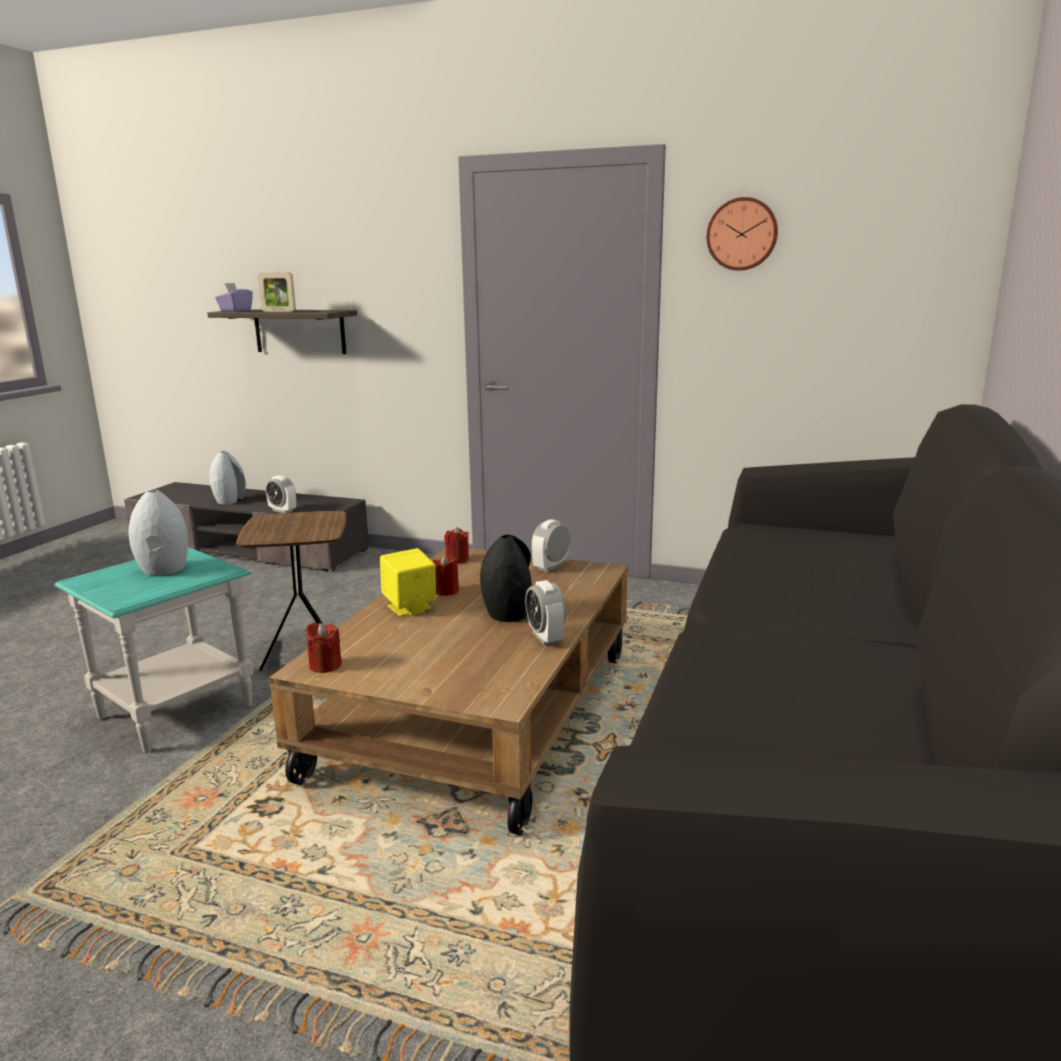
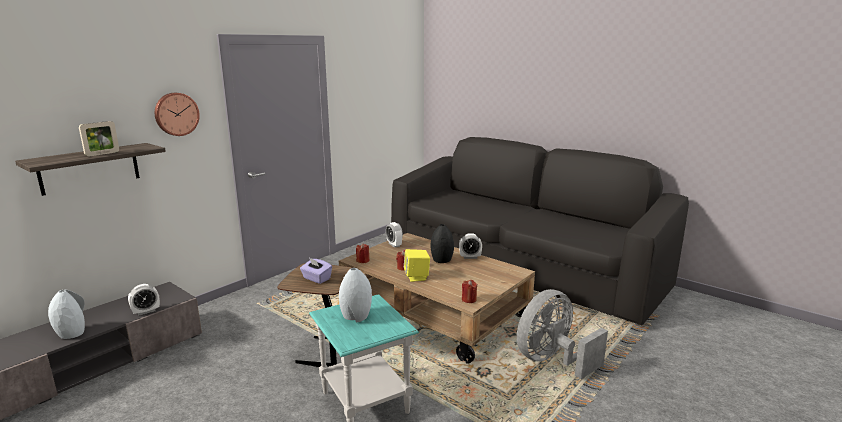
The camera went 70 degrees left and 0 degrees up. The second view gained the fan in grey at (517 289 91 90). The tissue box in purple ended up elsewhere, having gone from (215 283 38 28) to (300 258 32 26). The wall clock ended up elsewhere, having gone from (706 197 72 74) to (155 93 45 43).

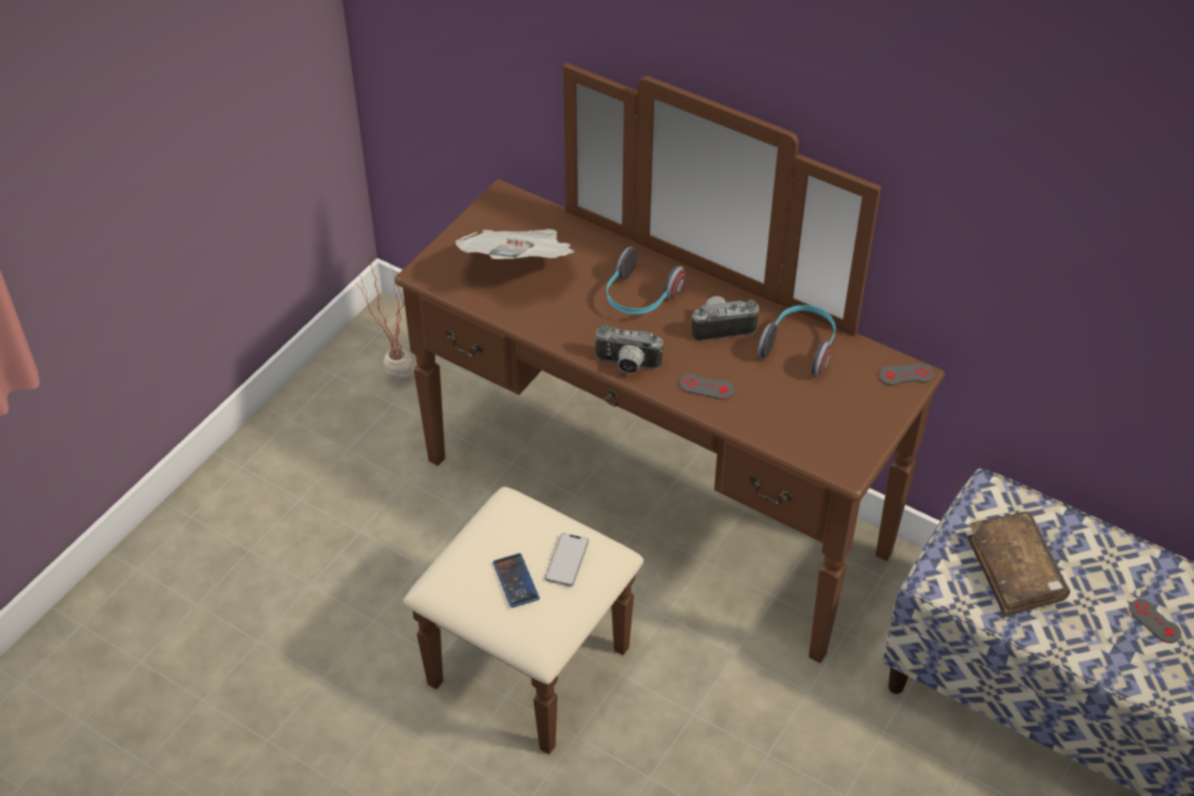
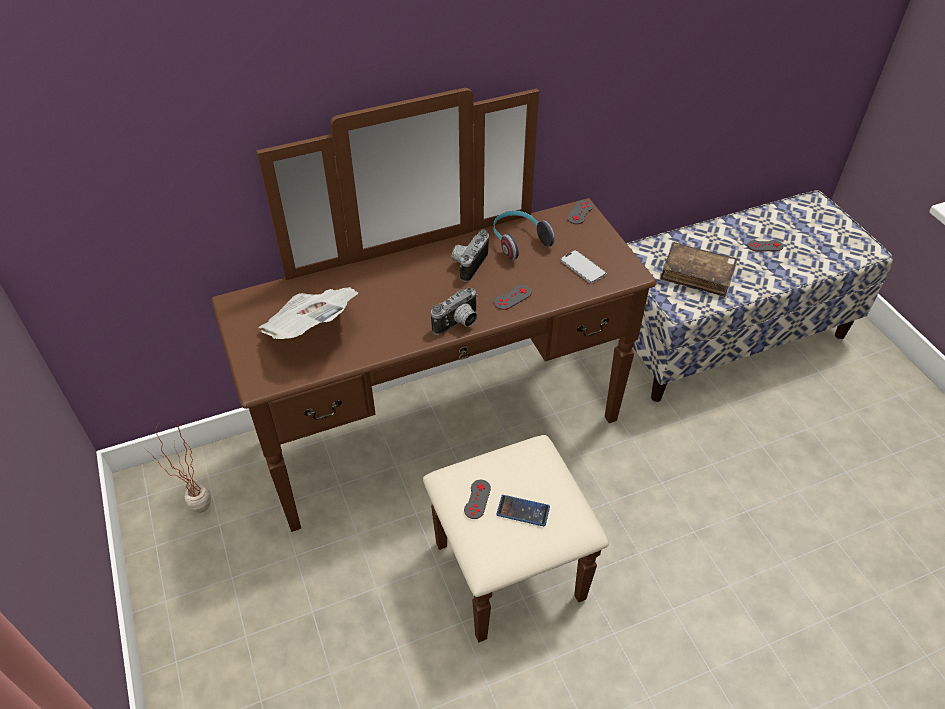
The camera went 55 degrees left and 0 degrees up. The second view lost the headphones at (607 247 78 67). The second view gained the game controller in grey at (464 480 27 39). The phone ended up elsewhere, having gone from (545 533 44 54) to (561 250 45 34).

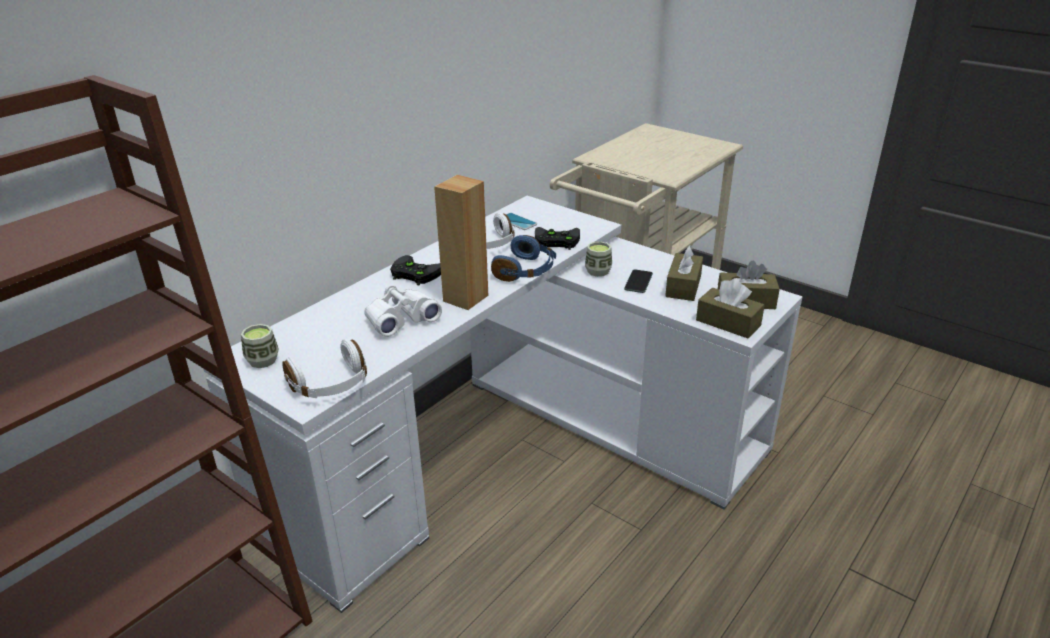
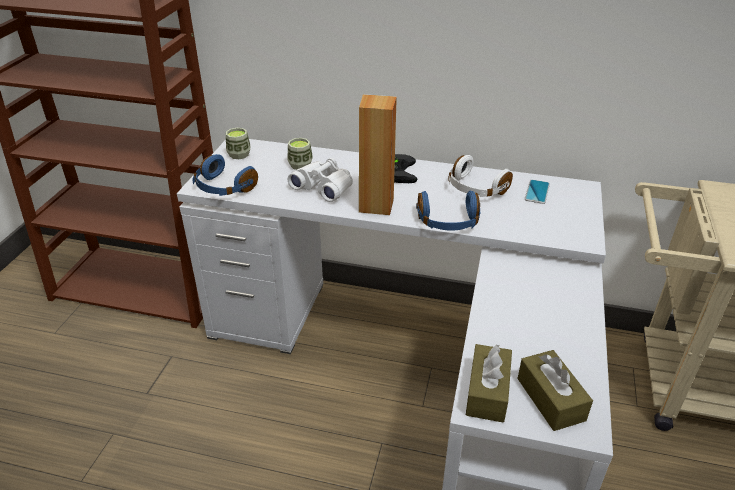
The camera went 65 degrees right and 5 degrees up. The second view lost the game controller in black at (535 227 45 23). The second view lost the phone at (624 270 29 23). The second view lost the tissue box in brown at (665 246 38 55). The cup ended up elsewhere, having gone from (585 242 27 35) to (287 138 26 32). What was the headphones in white at (282 339 85 59) turned into the headphones in blue at (192 154 66 42).

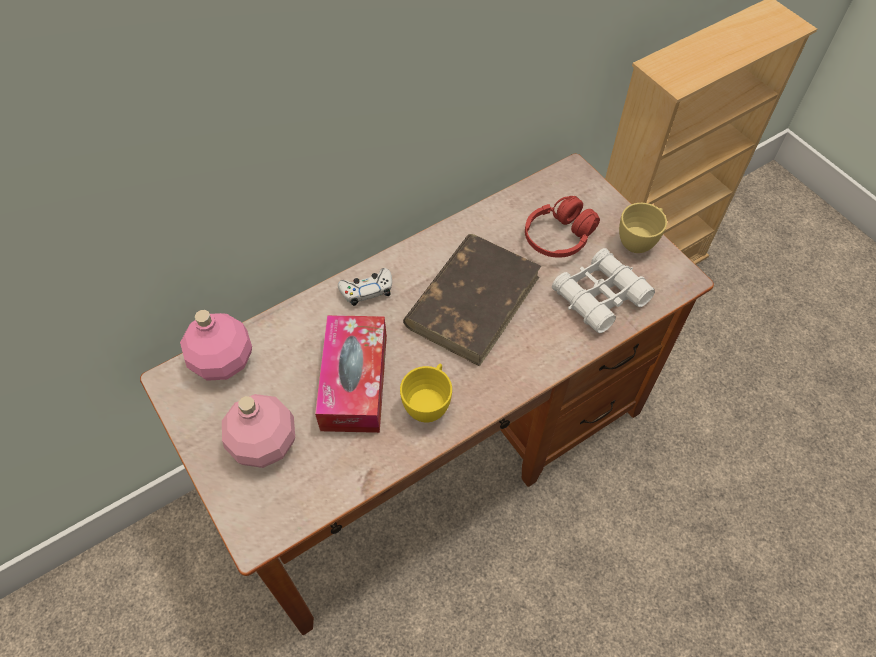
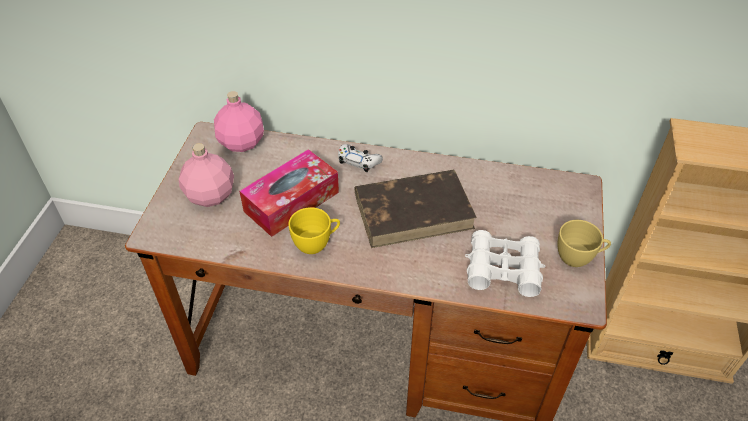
The camera went 45 degrees right and 10 degrees down. The second view lost the headphones in red at (525 196 75 62).

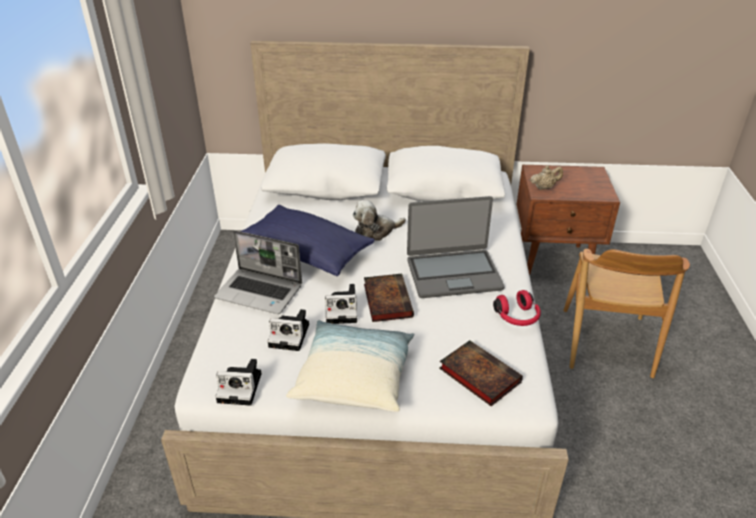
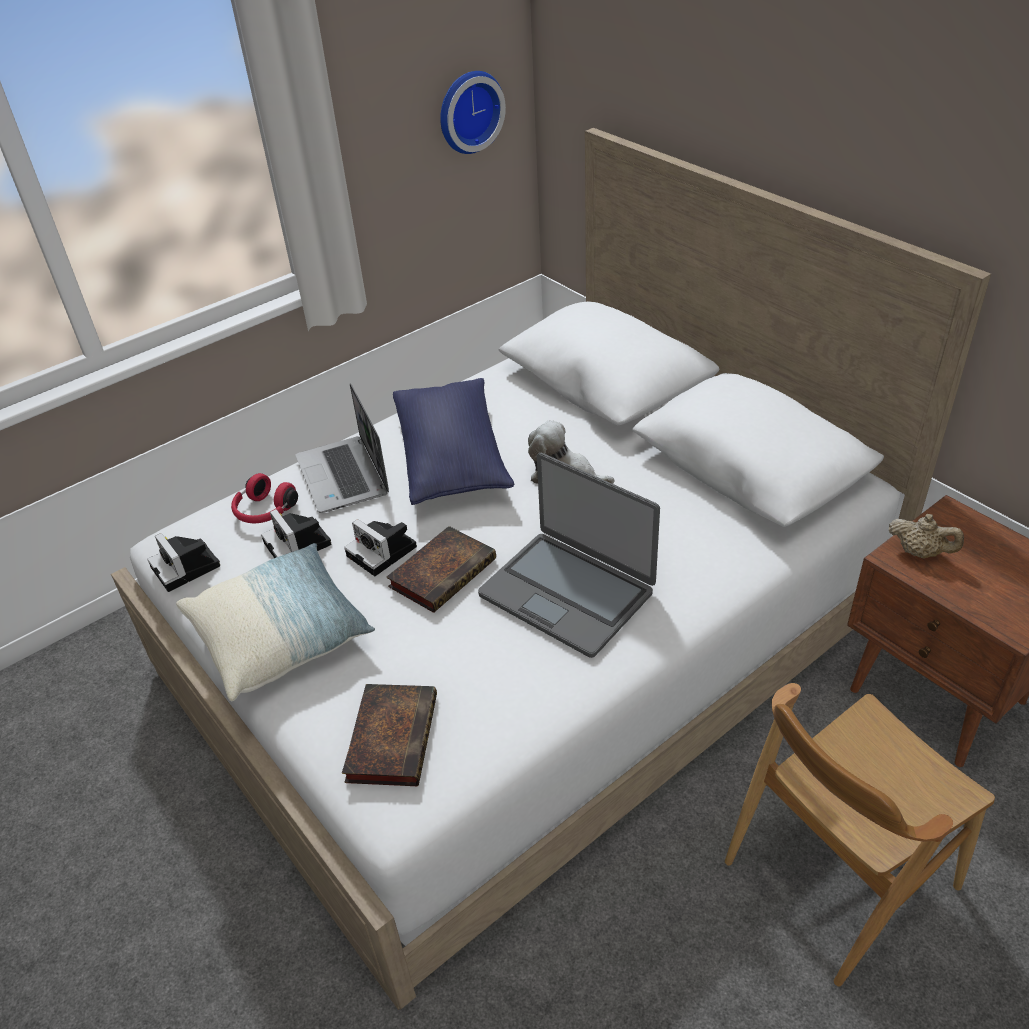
The camera went 50 degrees right and 5 degrees up. The second view gained the wall clock at (440 71 66 83). The headphones in red ended up elsewhere, having gone from (493 290 48 36) to (231 473 67 50).

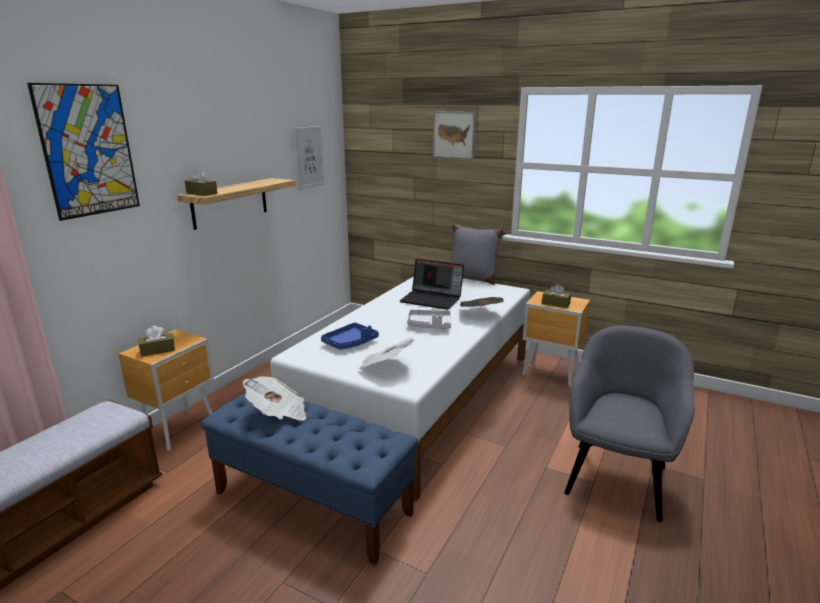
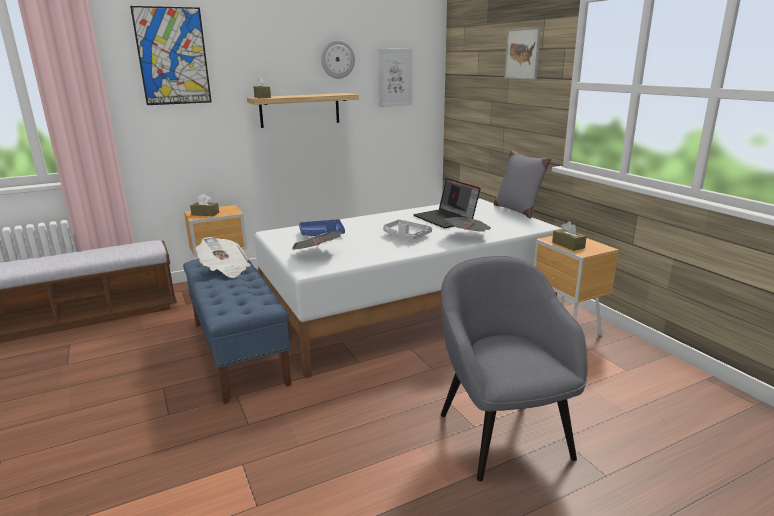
The camera went 35 degrees right and 0 degrees up. The second view gained the wall clock at (321 40 34 39). The armchair in grey at (564 325 130 197) ended up facing another way, 75 degrees counterclockwise from before.

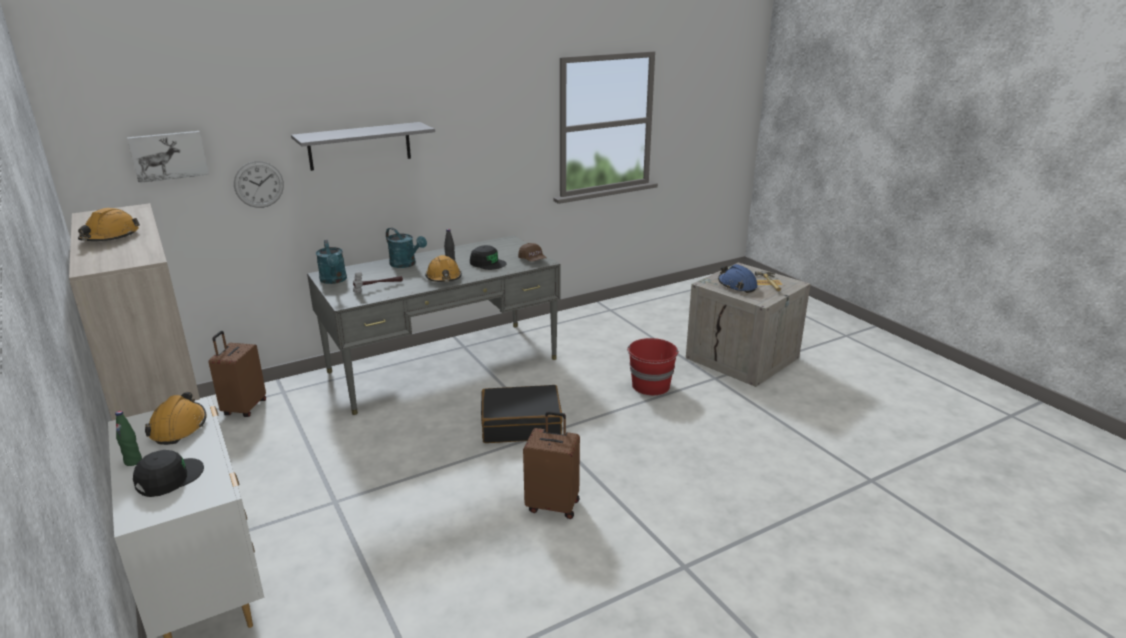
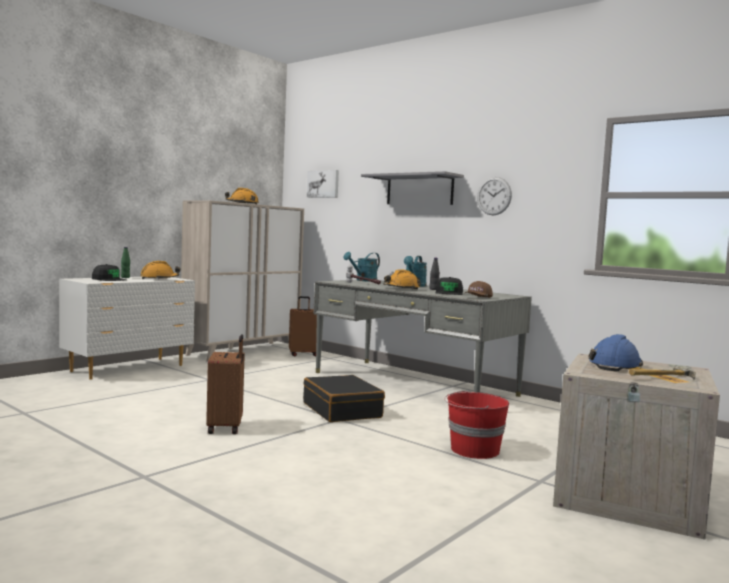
The camera went 70 degrees right and 20 degrees down. The wall clock ended up elsewhere, having gone from (234 161 50 47) to (477 177 35 38).

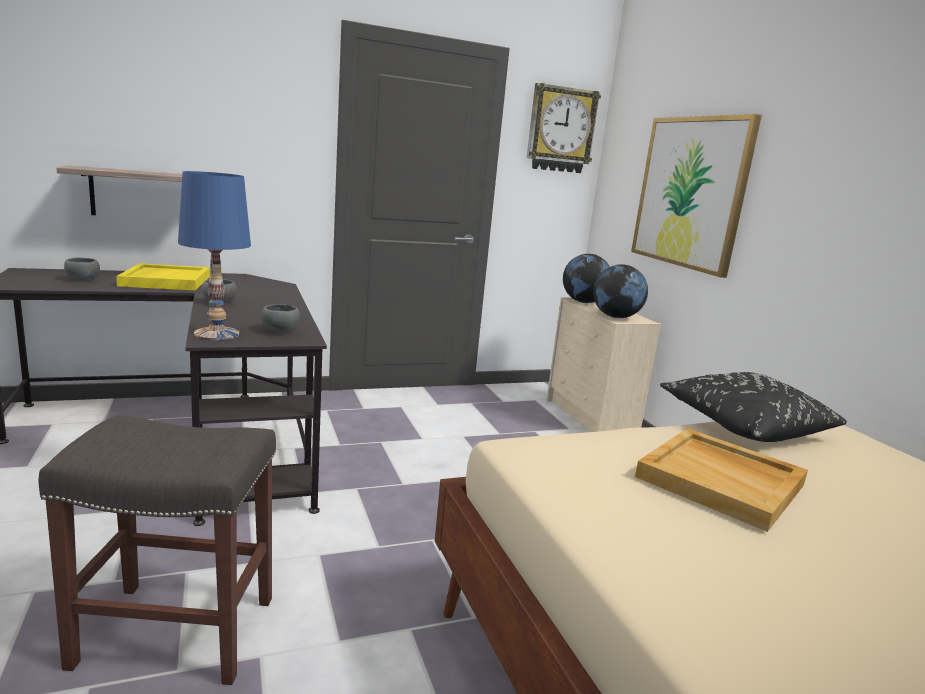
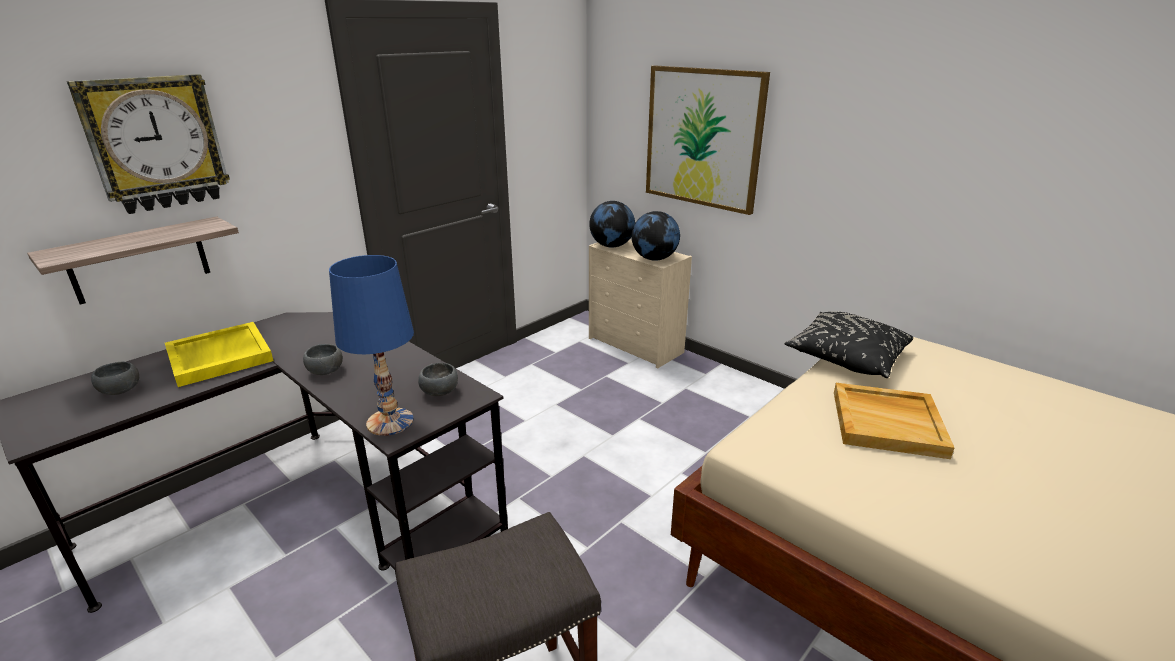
The camera went 25 degrees left and 10 degrees up. The wall clock ended up elsewhere, having gone from (527 83 74 90) to (67 74 163 140).

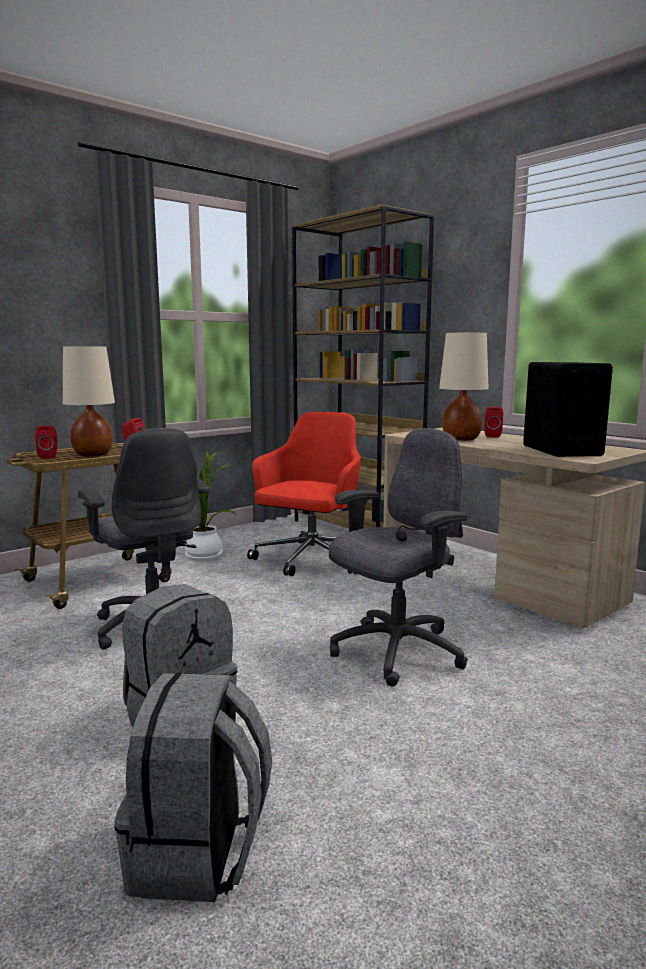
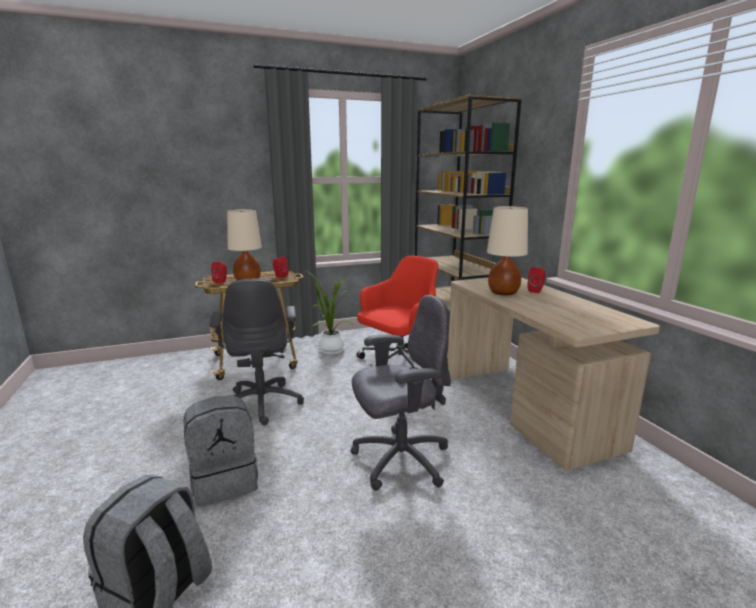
The camera went 20 degrees right and 5 degrees up. The second view lost the speaker in black at (523 362 90 95).

